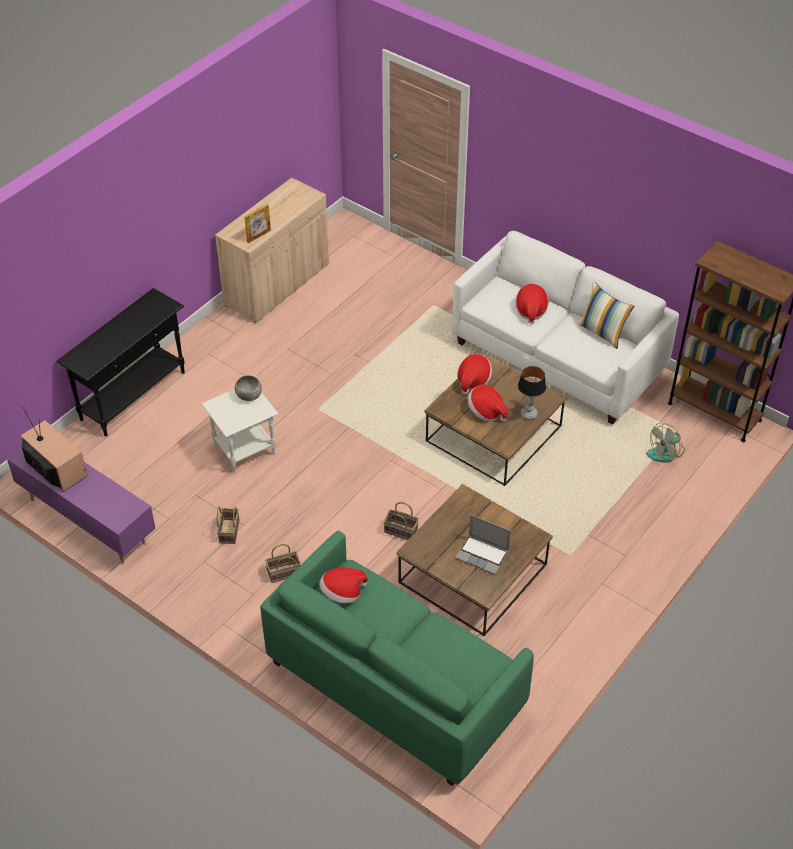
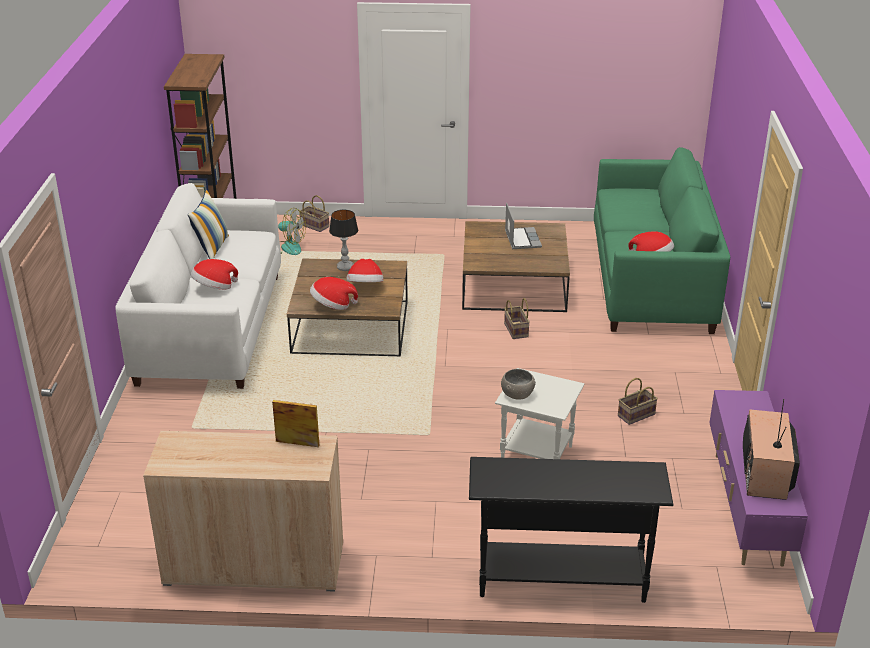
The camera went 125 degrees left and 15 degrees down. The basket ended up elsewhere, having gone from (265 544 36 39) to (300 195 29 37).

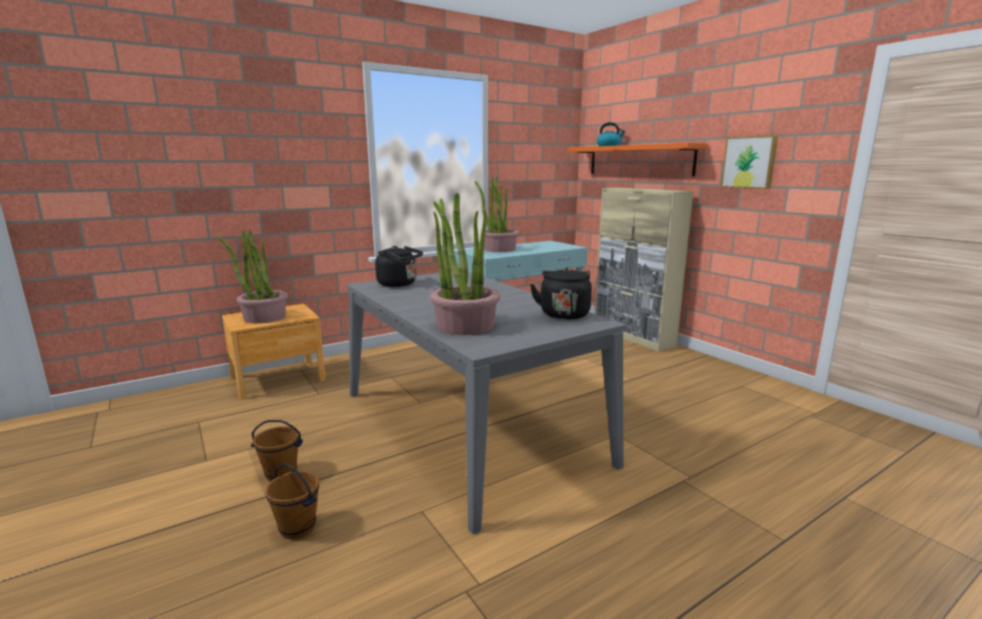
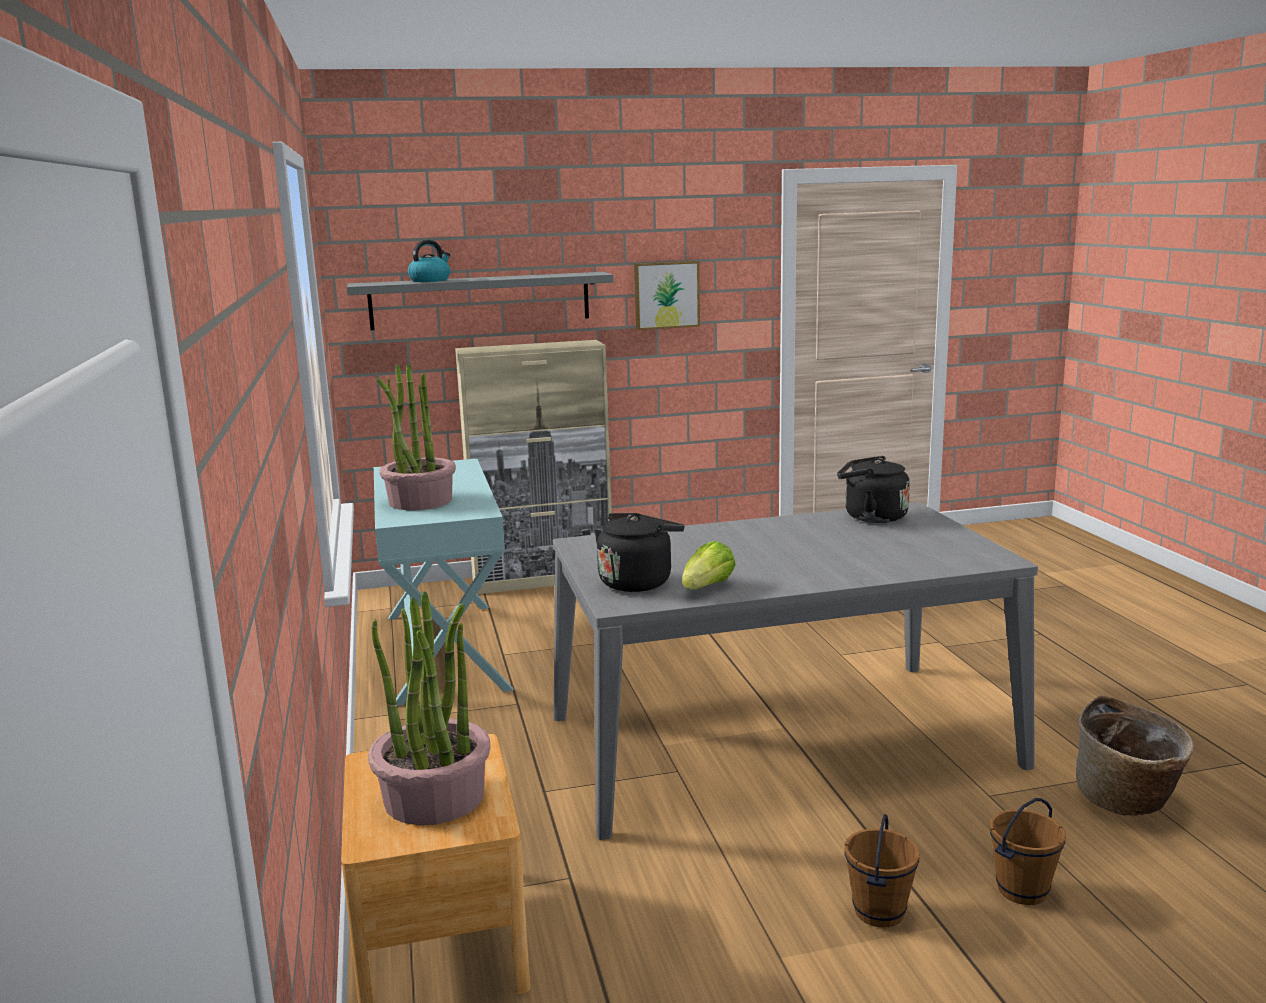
The camera went 70 degrees left and 0 degrees up. The second view lost the potted plant at (430 192 70 143). The second view gained the lettuce at (682 541 54 49). The second view gained the basket at (1076 695 118 121). What was the shelf in orange at (568 143 141 33) turned into the shelf in grey at (347 272 267 58).

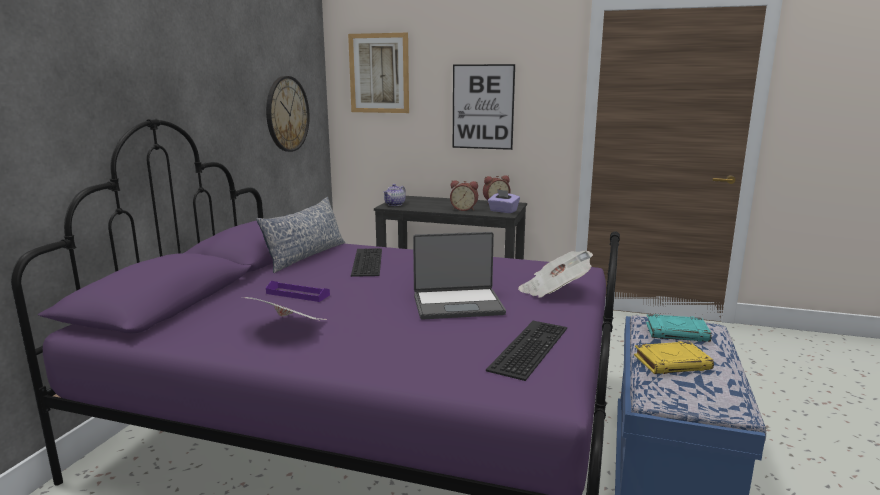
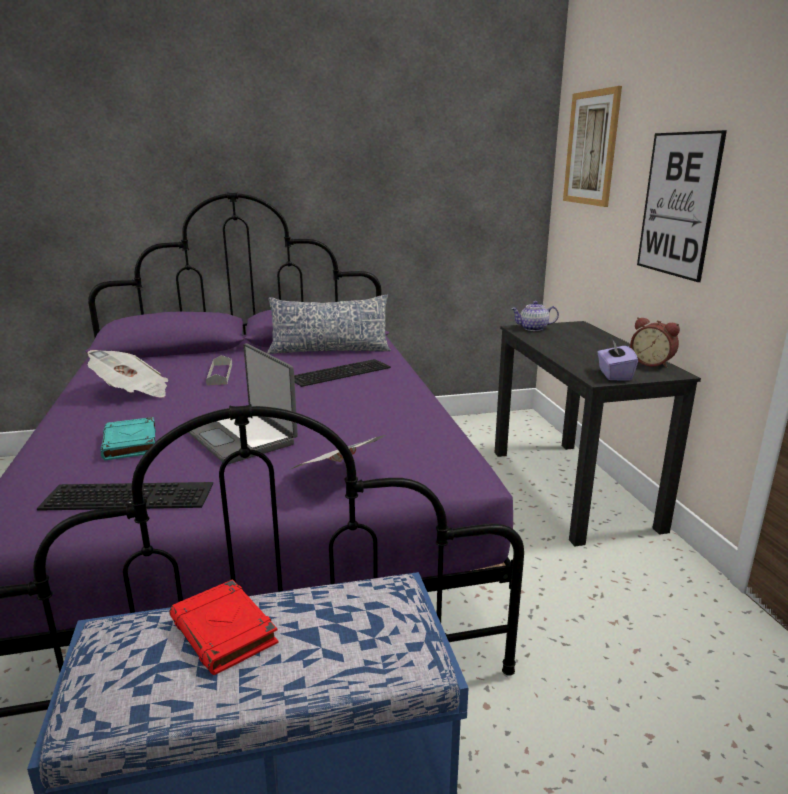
The camera went 60 degrees right and 5 degrees up. The second view lost the wall clock at (266 76 44 76). The second view lost the alarm clock at (450 180 28 31). The book in turquoise ended up elsewhere, having gone from (646 314 66 28) to (101 417 55 43). What was the tray in purple at (266 281 64 21) turned into the tray in grey at (206 355 26 30). What was the book in yellow at (634 341 80 33) turned into the book in red at (169 579 109 96).

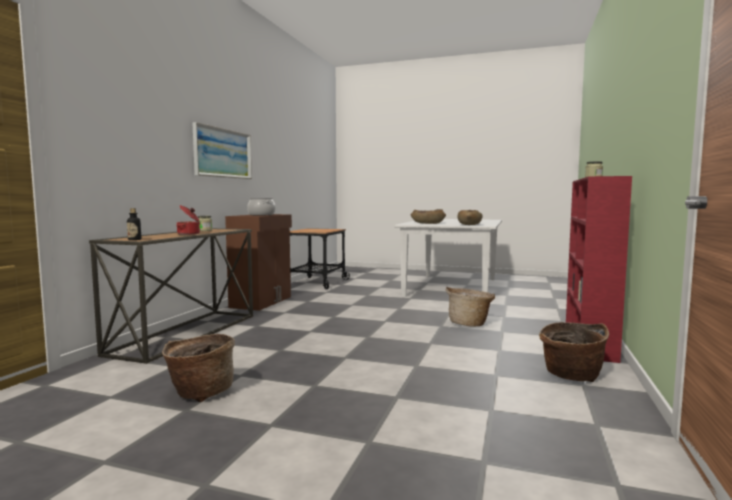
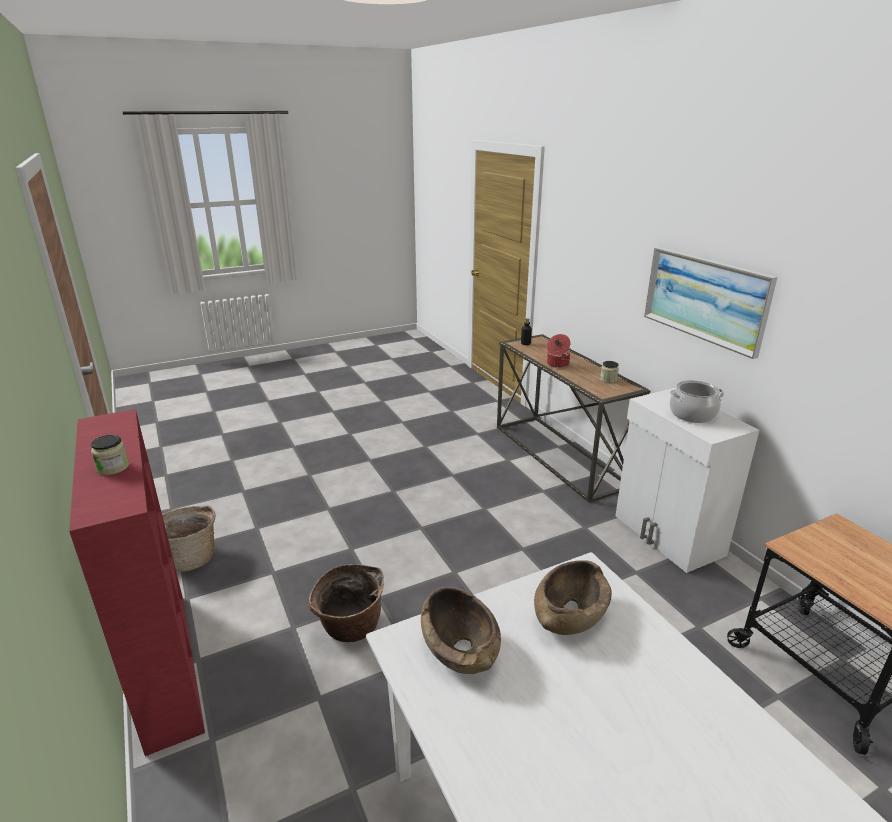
The camera went 135 degrees right and 20 degrees up. The second view lost the basket at (162 334 73 68). What was the cabinet in brown at (225 214 67 97) turned into the cabinet in white at (615 388 144 185).

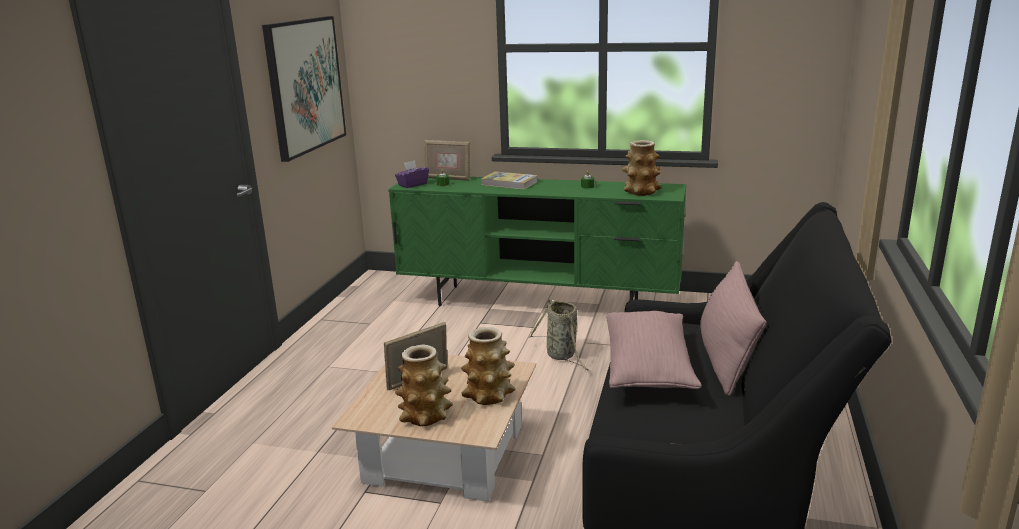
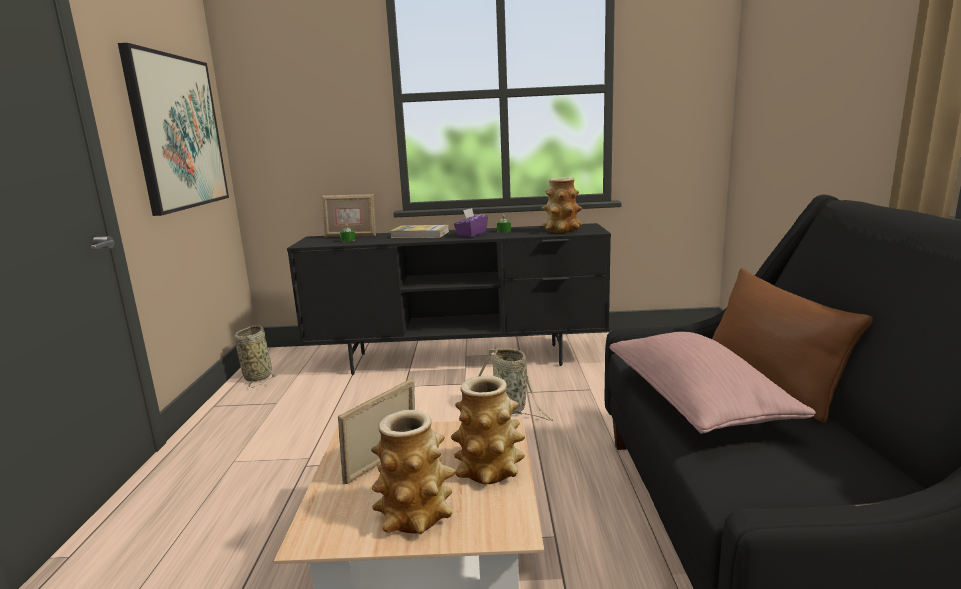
The camera went 15 degrees left and 5 degrees down. The second view gained the basket at (234 326 43 62). The tissue box in purple ended up elsewhere, having gone from (395 160 34 28) to (454 208 34 29). What was the tv stand in green at (388 177 298 129) turned into the tv stand in black at (287 223 324 152). What was the pillow in pink at (700 261 67 135) turned into the pillow in brown at (712 268 161 155).

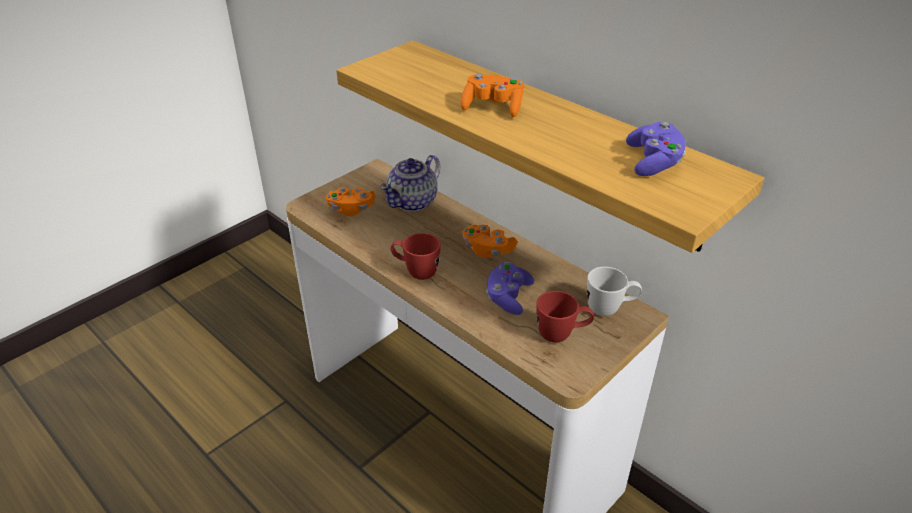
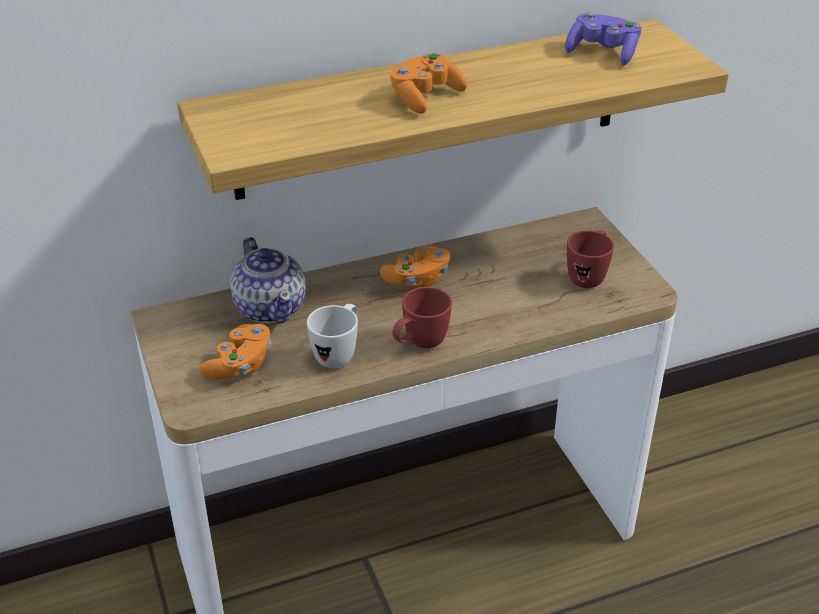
The camera went 65 degrees left and 0 degrees up. The second view lost the game controller in purple at (486 262 48 53). The mug in white ended up elsewhere, having gone from (587 267 55 49) to (307 304 51 64).

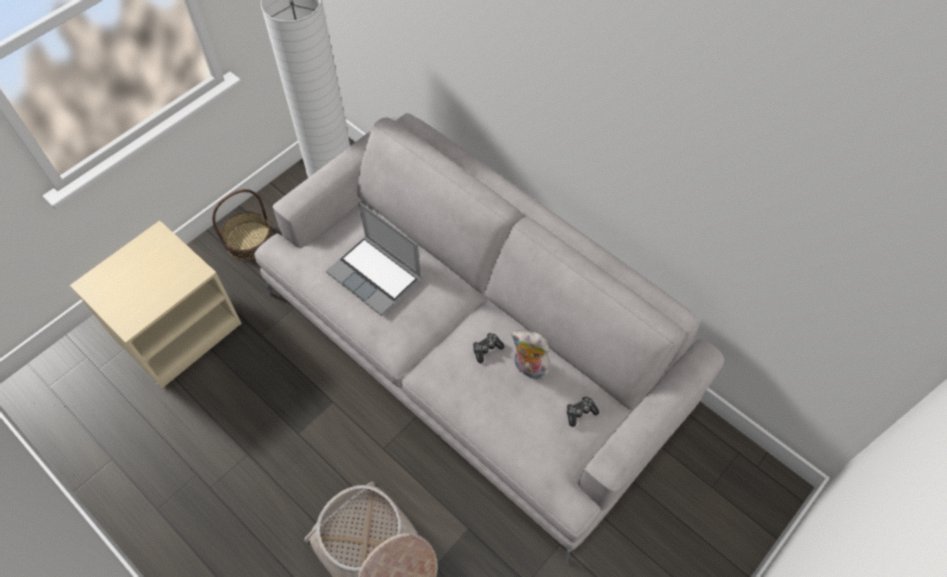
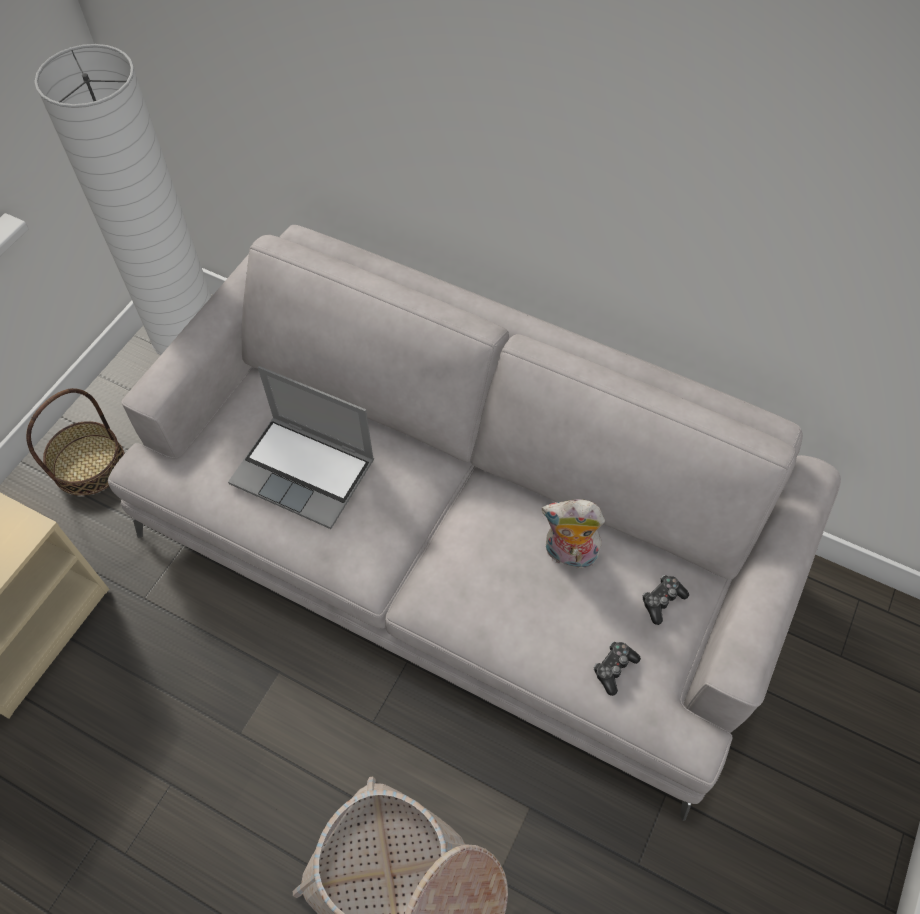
The camera went 15 degrees left and 0 degrees up. The game controller ended up elsewhere, having gone from (473 333 31 30) to (594 642 47 54).

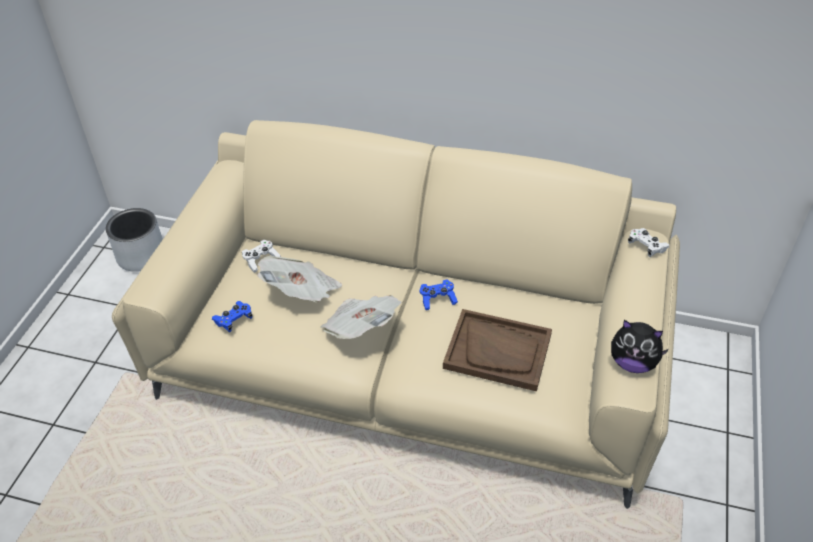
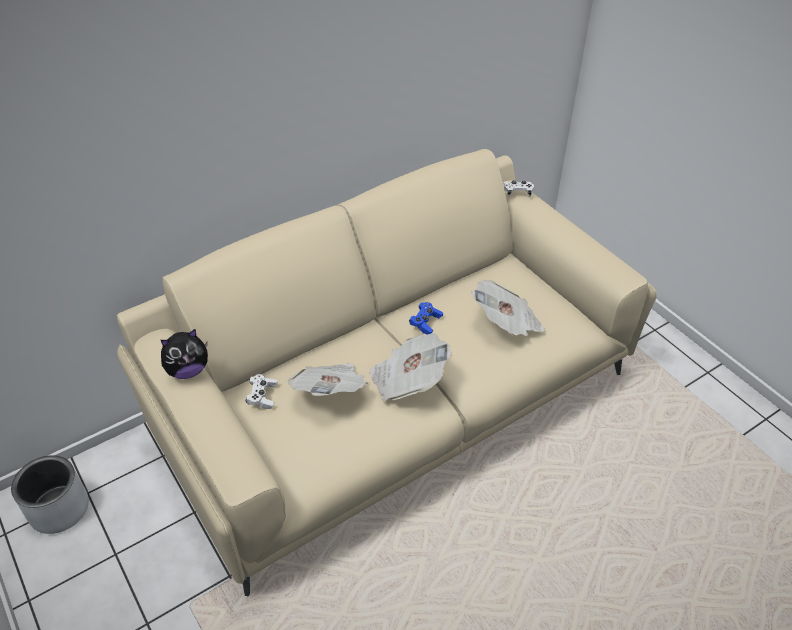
The camera went 50 degrees left and 0 degrees up. The second view lost the game controller in blue at (212 301 41 31). The plush toy ended up elsewhere, having gone from (611 320 58 53) to (161 329 47 50). Where the tray in brown stood at (443 309 109 82), the newspaper came to stand at (471 280 74 56).

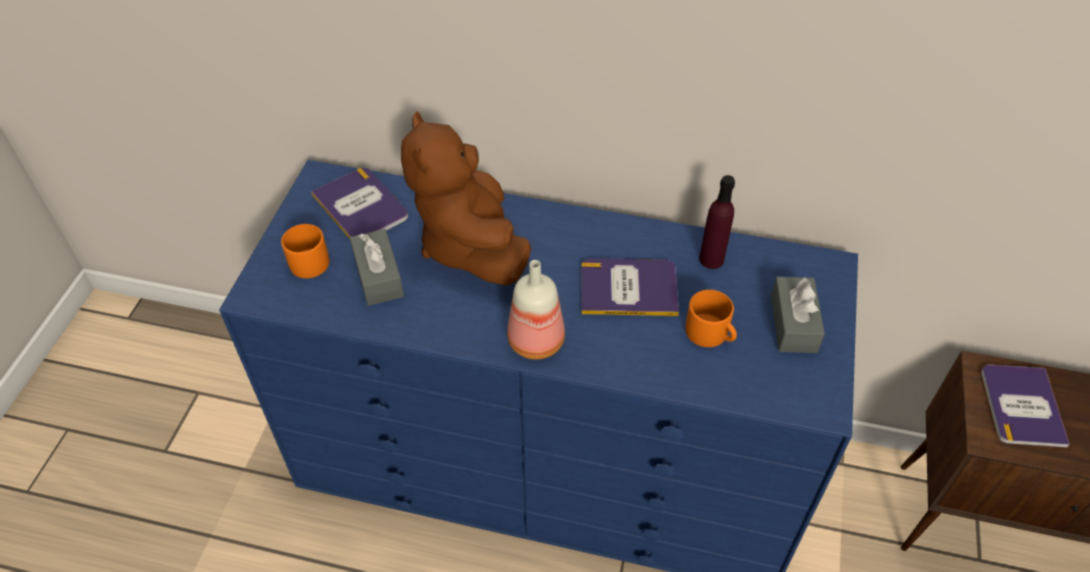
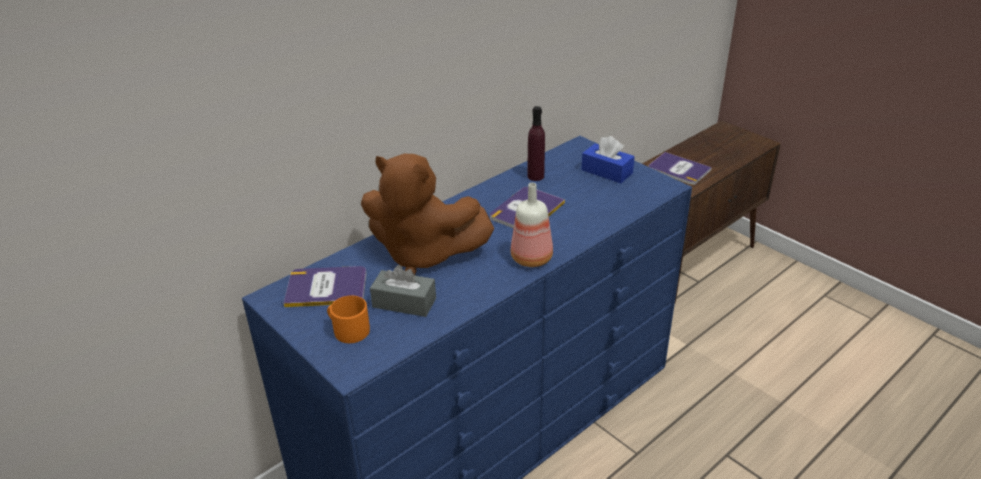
The camera went 55 degrees left and 15 degrees down. The second view lost the mug in orange at (685 290 52 57). What was the tissue box in grey at (771 276 54 77) turned into the tissue box in blue at (581 136 54 47).

